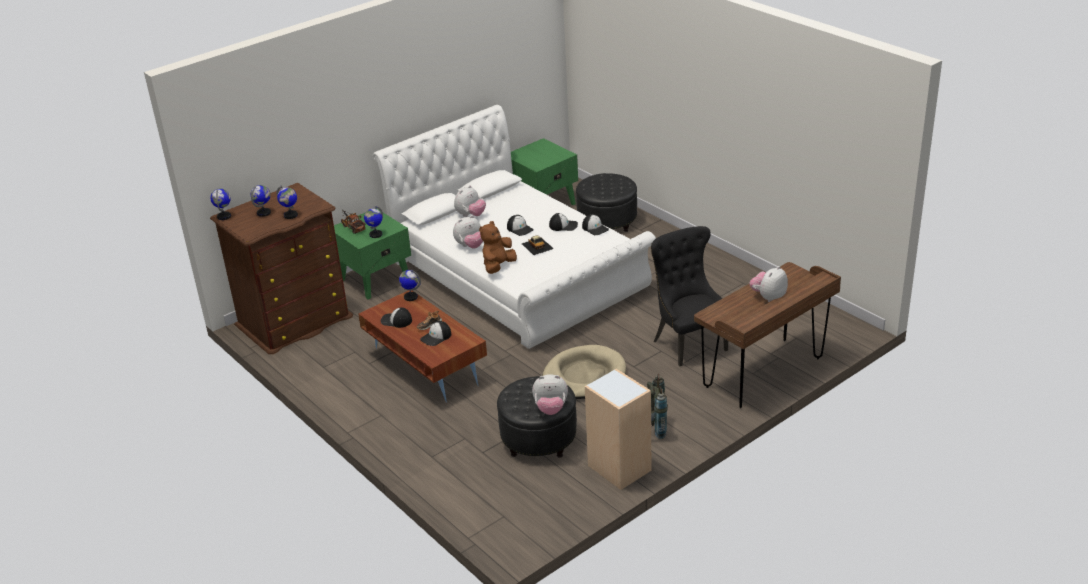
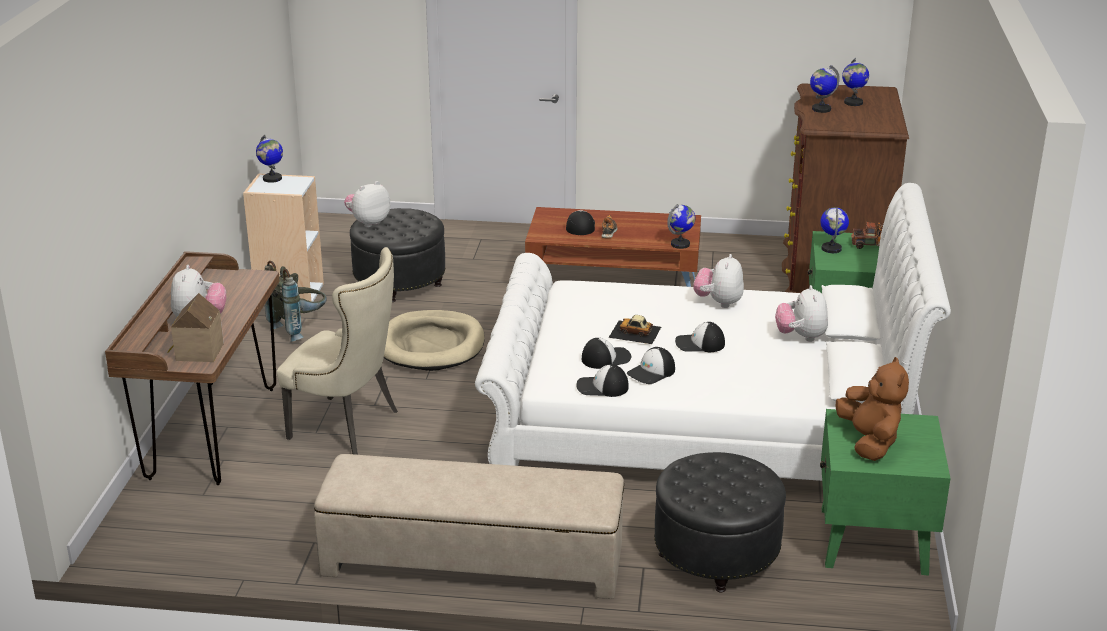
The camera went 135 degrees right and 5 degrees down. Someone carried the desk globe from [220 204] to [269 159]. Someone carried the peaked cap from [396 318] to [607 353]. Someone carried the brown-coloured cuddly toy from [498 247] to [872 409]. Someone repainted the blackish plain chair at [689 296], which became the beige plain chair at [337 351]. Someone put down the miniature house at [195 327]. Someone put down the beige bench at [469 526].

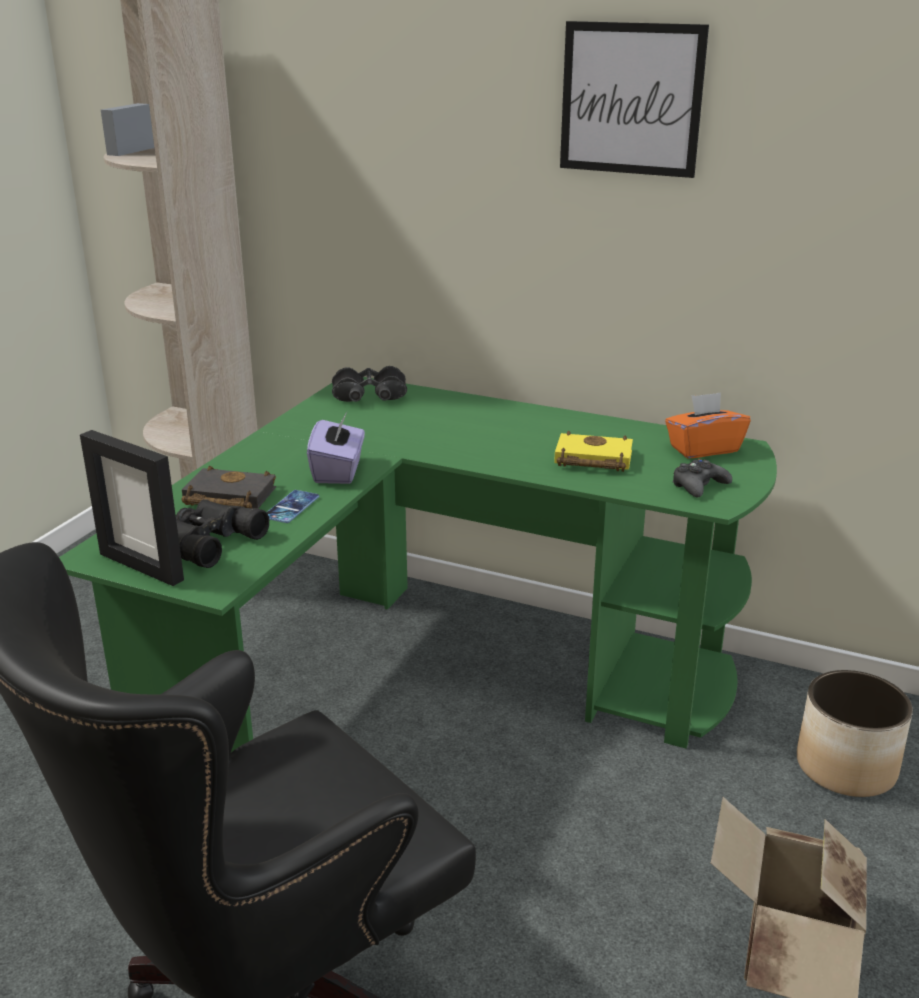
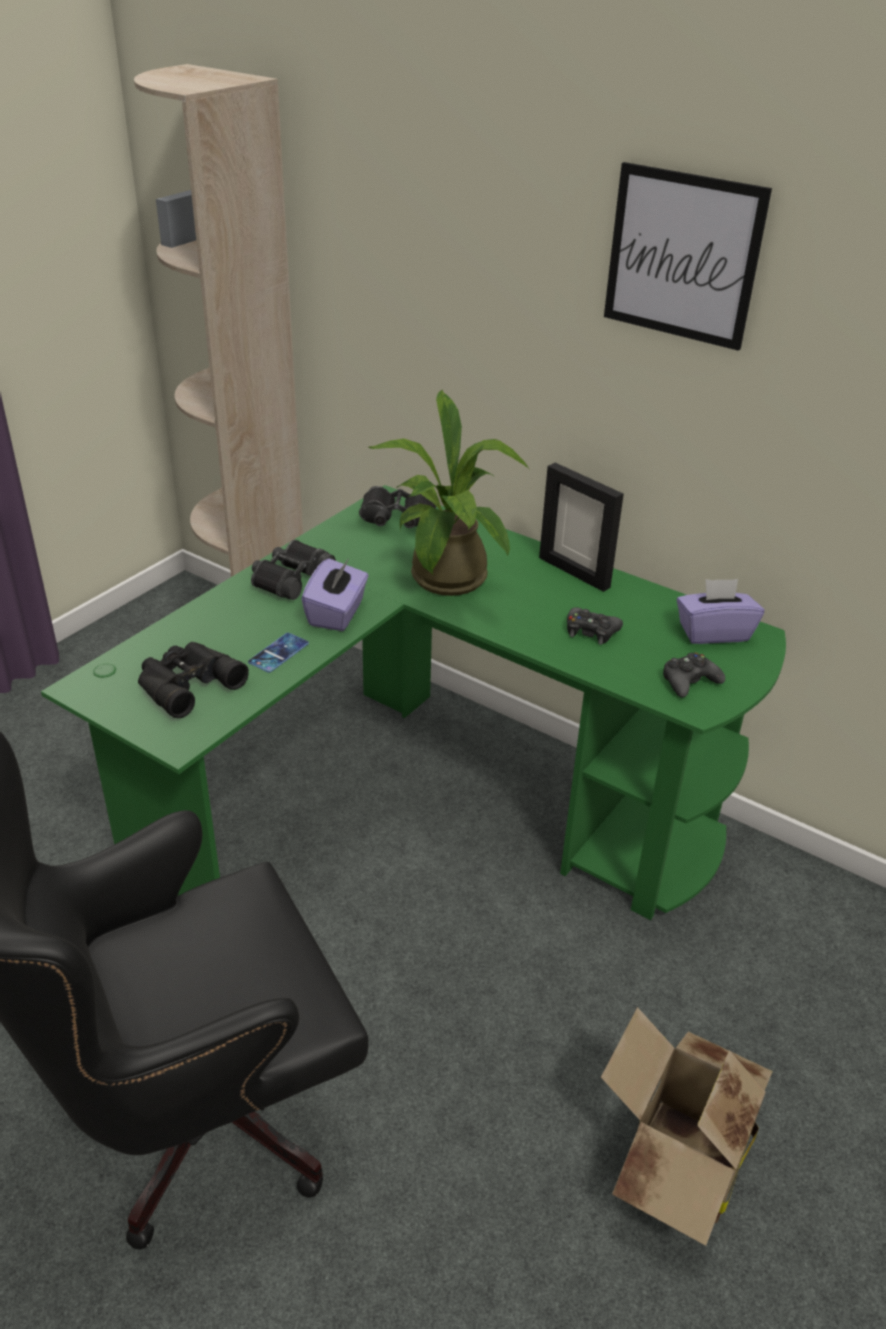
The camera went 10 degrees right and 10 degrees up. Someone carried the standing frame from [132 508] to [581 527]. Someone took away the blackish volume at [228 487]. Someone swapped the yellow volume at [593 451] for the blackish gamepad at [595 626]. Someone repainted the orangey tissue box at [708 425], which became the purplish tissue box at [720 611]. Someone took away the planter at [855 733]. Someone put down the blackish binoculars at [293 570]. Someone put down the plant in a pot at [449 493].

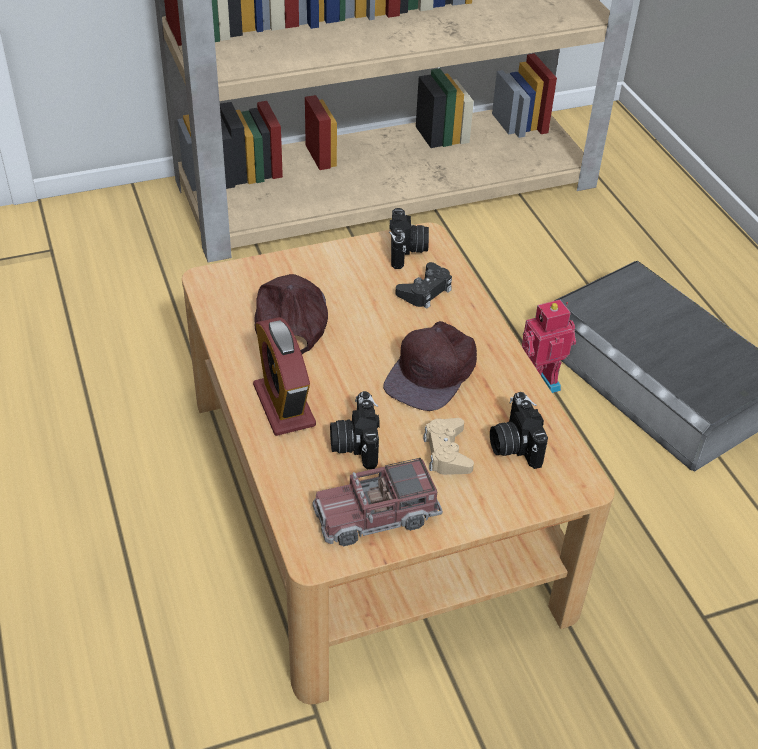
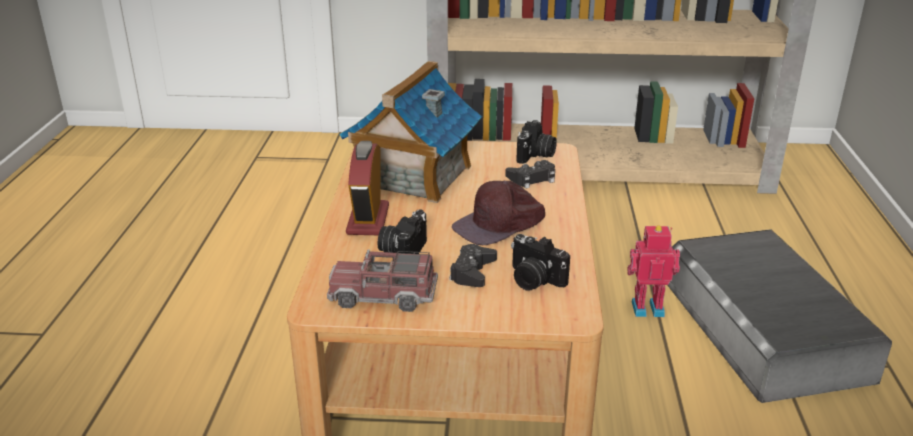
The camera went 25 degrees right and 15 degrees down. Someone swapped the brown-coloured peaked cap at [291 314] for the miniature house at [411 132]. Someone repainted the beige gamepad at [448 446], which became the blackish gamepad at [473 265]. Someone rotated the still camera at [519 430] by 60 degrees counterclockwise.

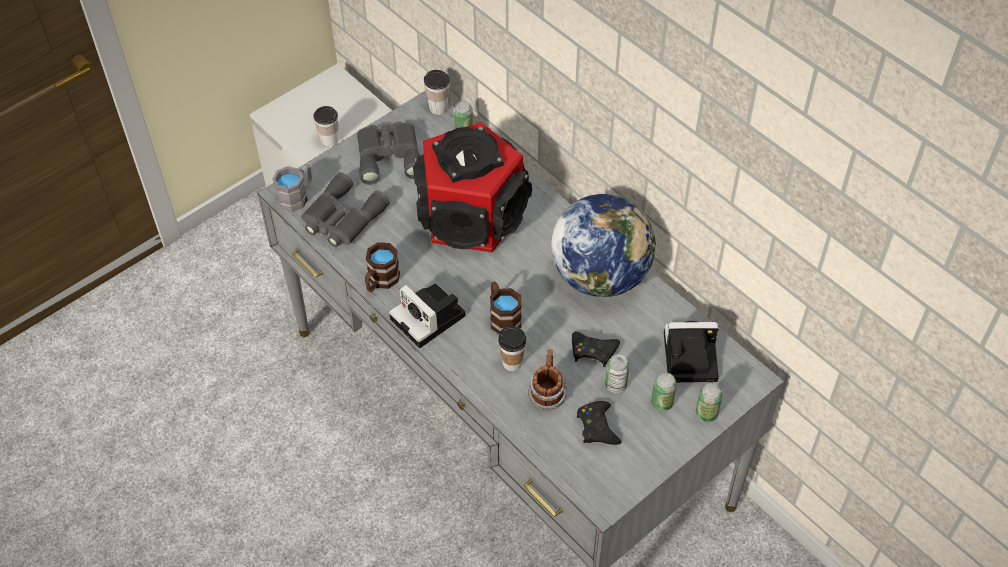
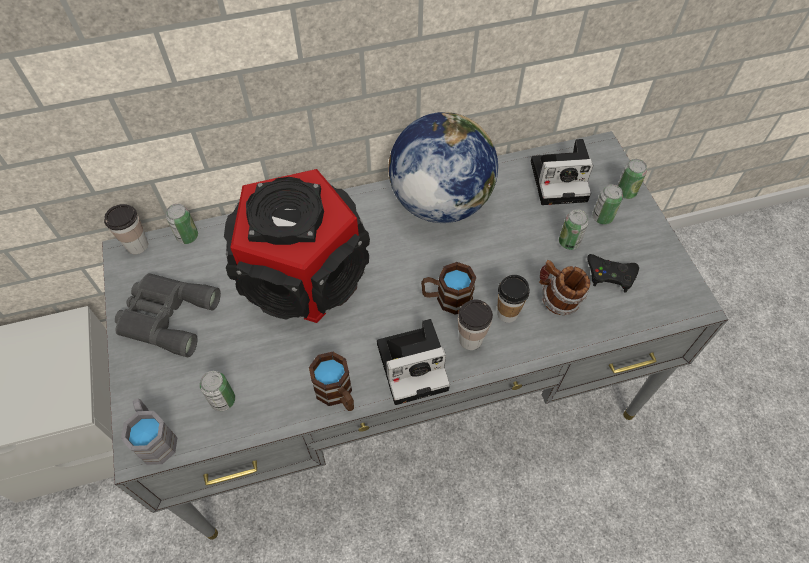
The camera went 65 degrees left and 5 degrees up. Someone swapped the greyish binoculars at [345 209] for the sealed can at [217 391]. Someone carried the cup from [325 126] to [475 325]. Someone took away the blackish gamepad at [596 349]. Someone rotated the still camera at [691 351] by 120 degrees counterclockwise.

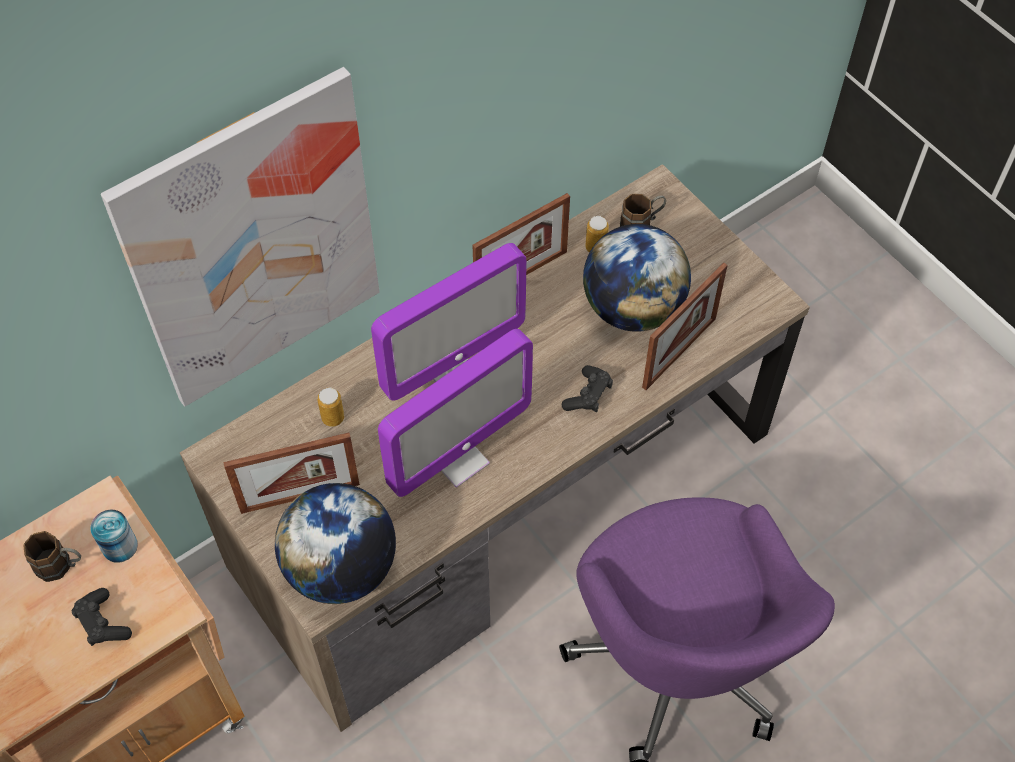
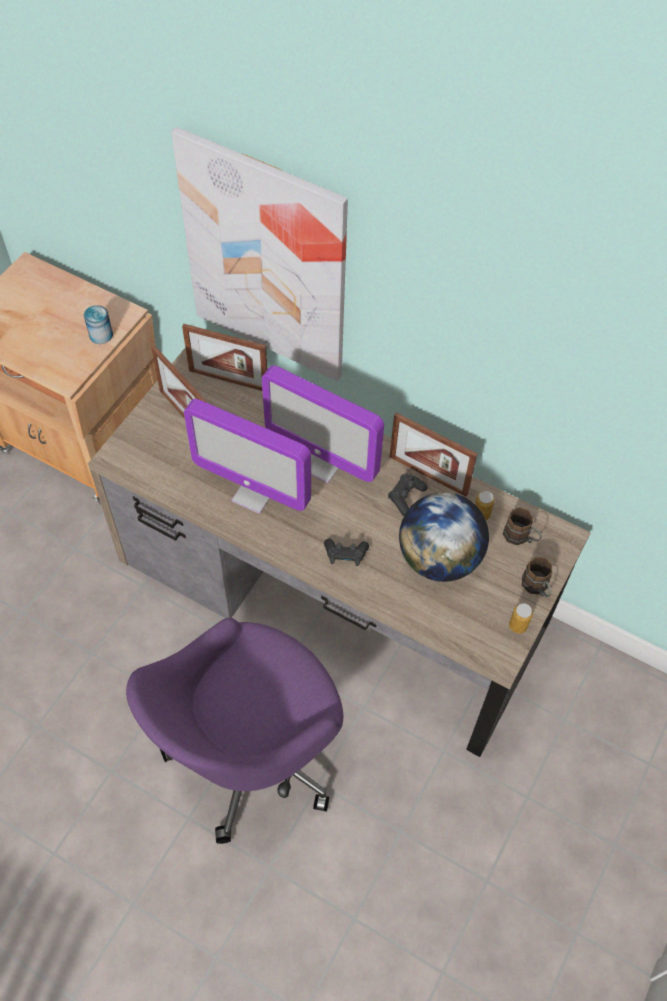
The camera went 65 degrees right and 0 degrees up. Someone carried the brown-coloured mug from [52 556] to [537 577]. Someone carried the blackish gamepad from [101 617] to [408 494]. Someone took away the desk globe at [335 543]. Someone carried the sealed can from [330 407] to [521 618]. Someone carried the standing frame from [685 326] to [225 357].

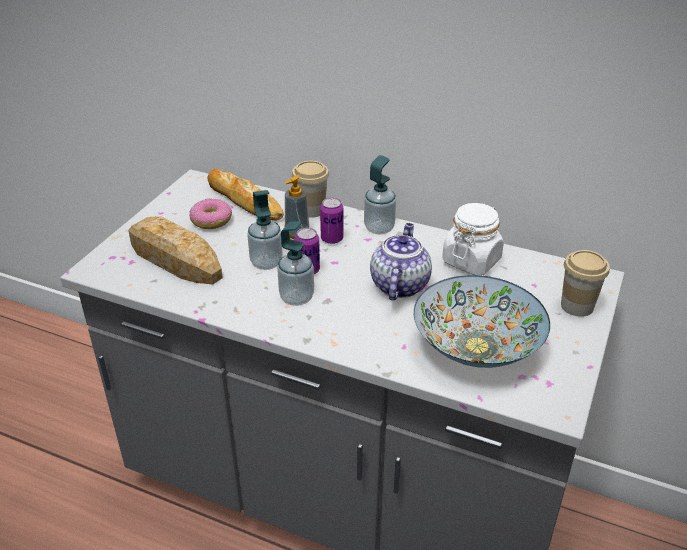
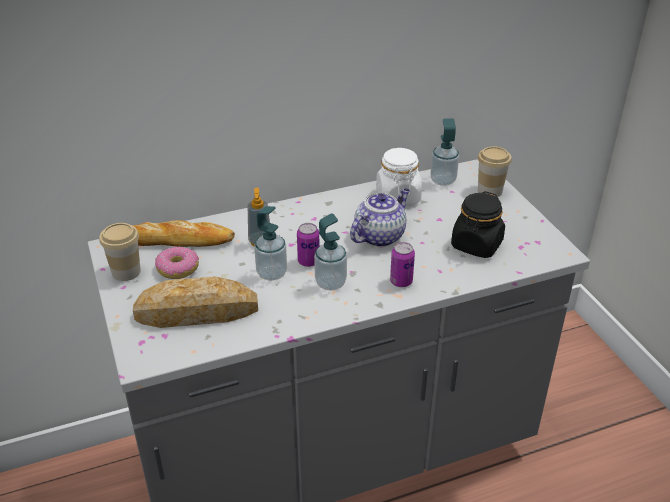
The camera went 45 degrees left and 0 degrees up. Someone carried the cup from [310 189] to [120 252]. Someone carried the sealed can from [331 220] to [402 264]. Someone carried the liquid soap bottle from [380 195] to [444 152]. Someone rotated the tea pot at [401 261] by 75 degrees clockwise. Someone swapped the serving bowl at [482 321] for the blackish storage jar at [478 224].

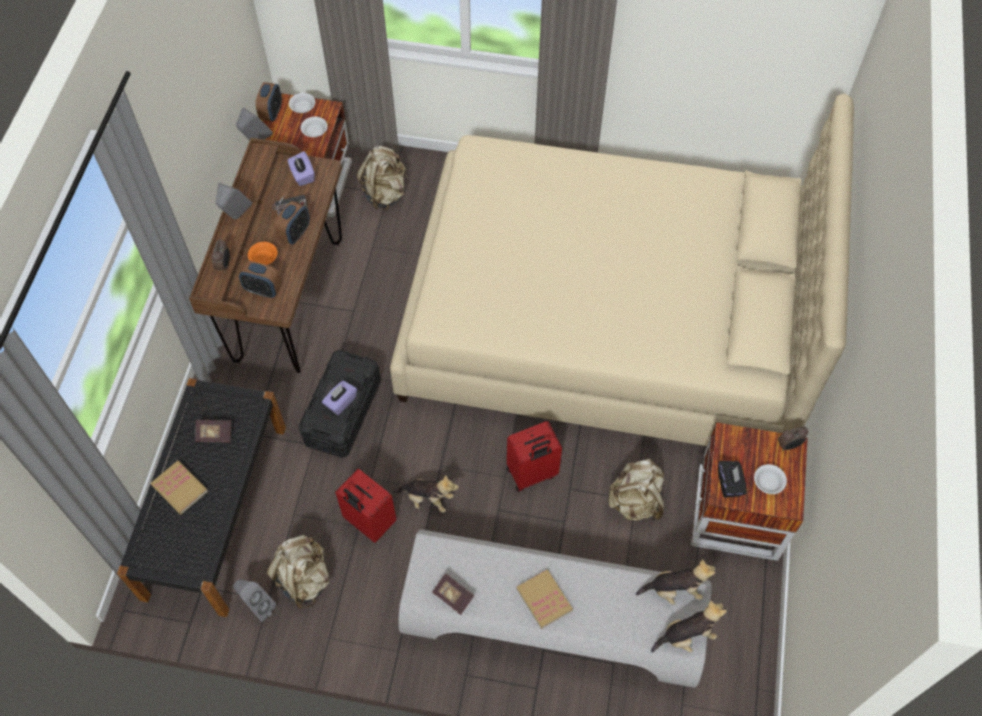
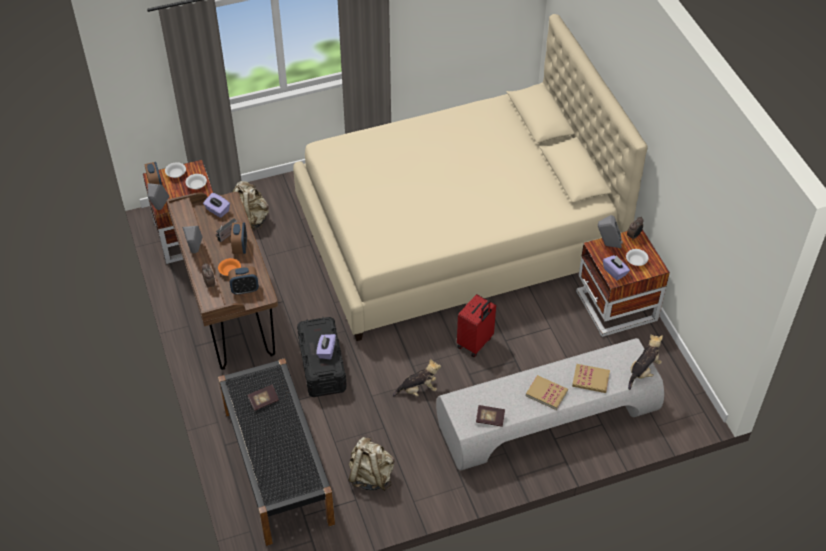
The camera went 30 degrees left and 10 degrees down. Someone carried the volume from [179 488] to [591 378]. Someone carried the greyish audio speaker from [255 600] to [610 231]. Someone took away the red travel case at [365 506]. Someone took away the beige backpack at [636 489]. Someone took away the cuddly toy at [675 582]. Someone repainted the blackish tissue box at [732 479], which became the purplish tissue box at [616 267].

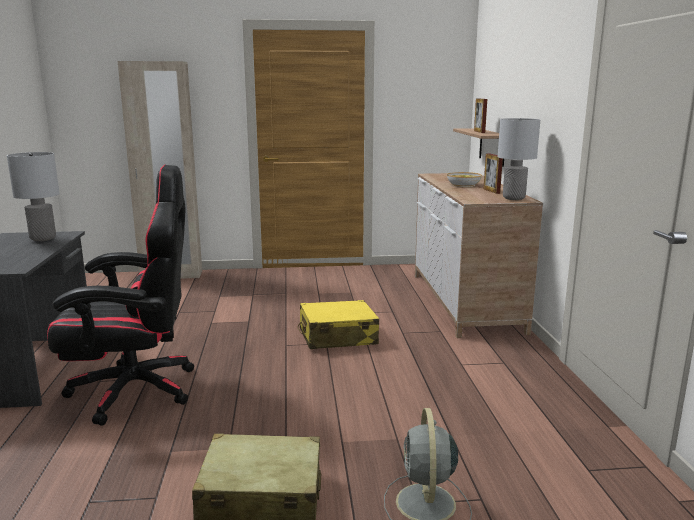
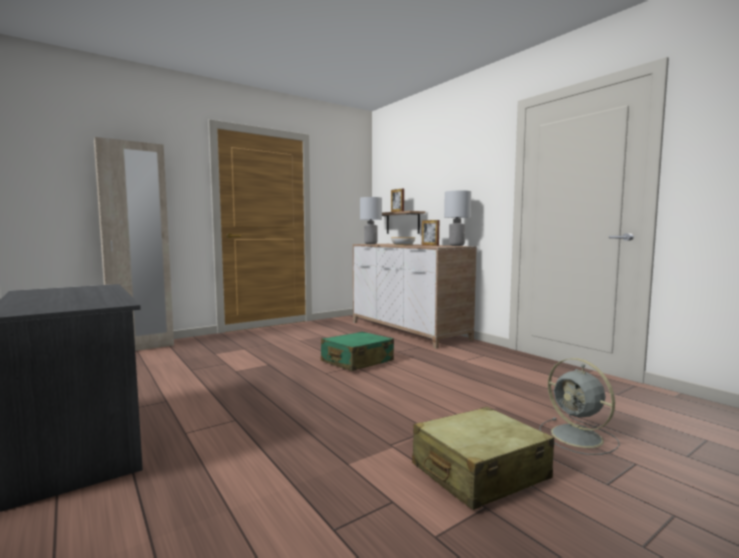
The camera went 30 degrees left and 10 degrees down. Someone carried the greyish tabletop lamp from [33 196] to [371 220]. Someone took away the blackish desk chair at [120 295]. Someone repainted the yellow travel case at [338 324], which became the green-coloured travel case at [357 351].

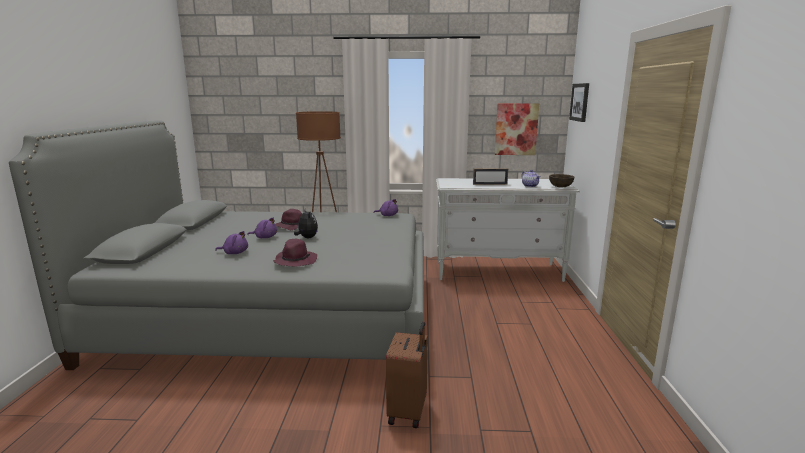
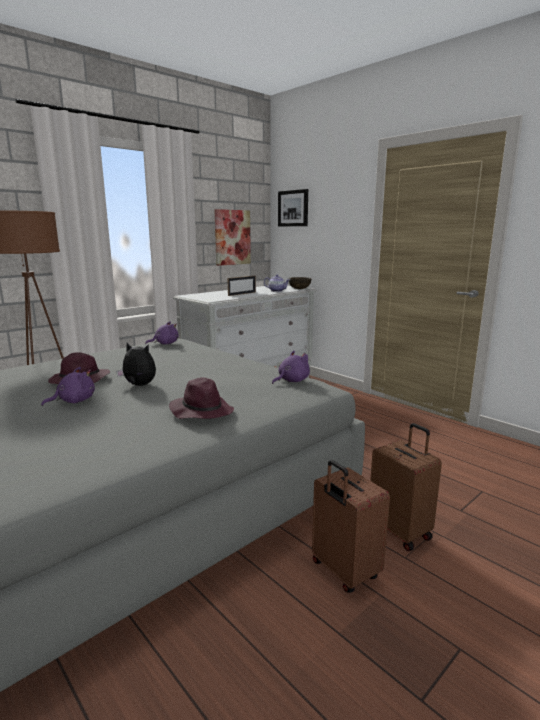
The camera went 45 degrees left and 0 degrees up. Someone carried the purplish cuddly toy from [231 242] to [291 367]. Someone put down the brown-coloured travel case at [351 526].

